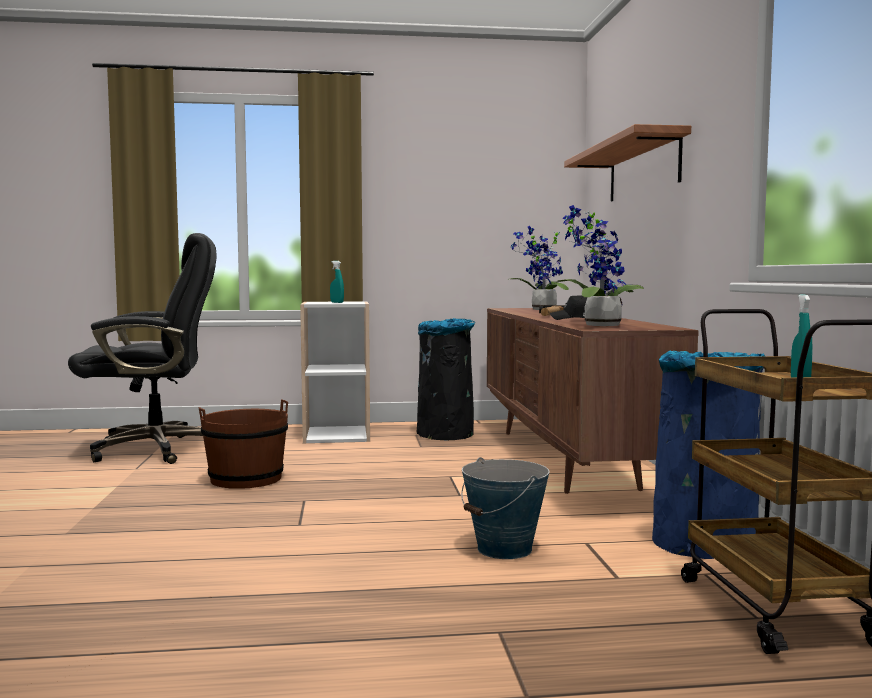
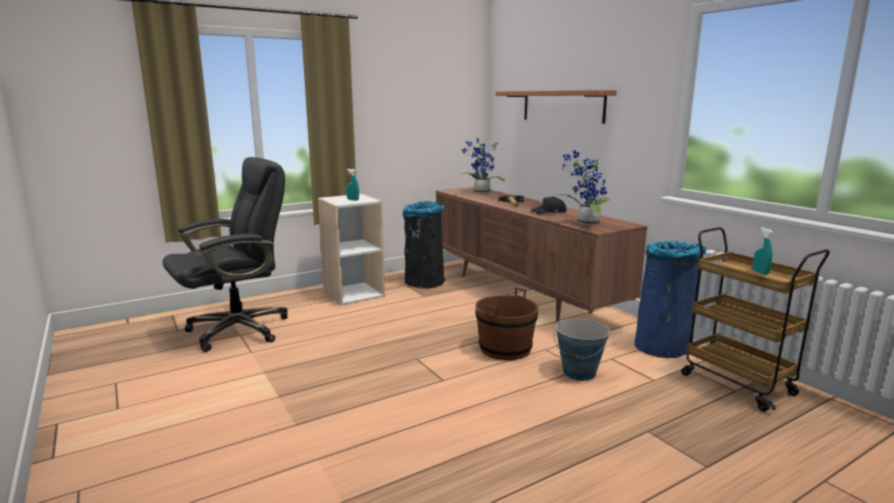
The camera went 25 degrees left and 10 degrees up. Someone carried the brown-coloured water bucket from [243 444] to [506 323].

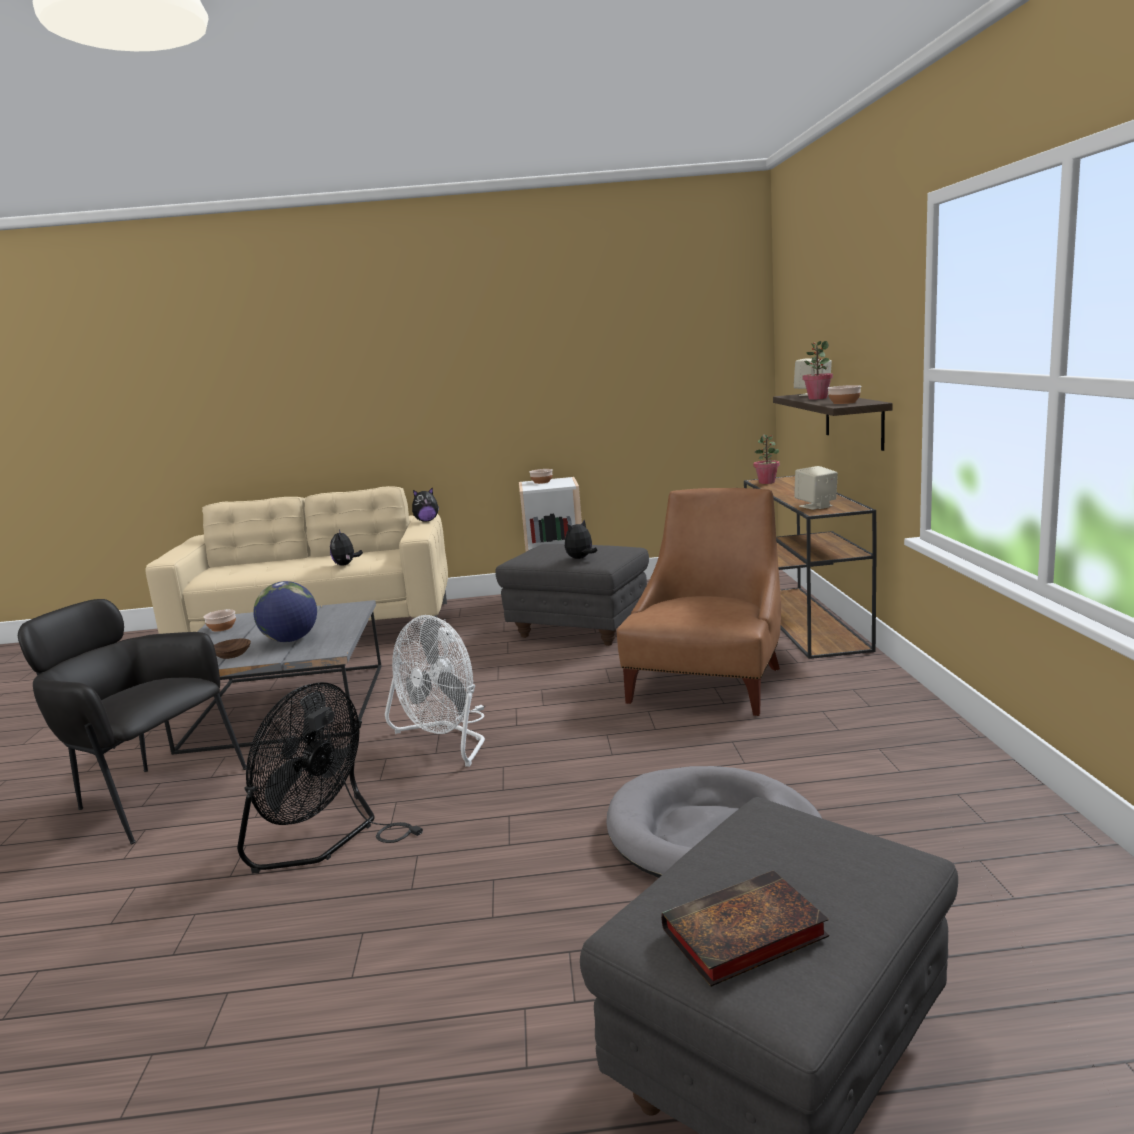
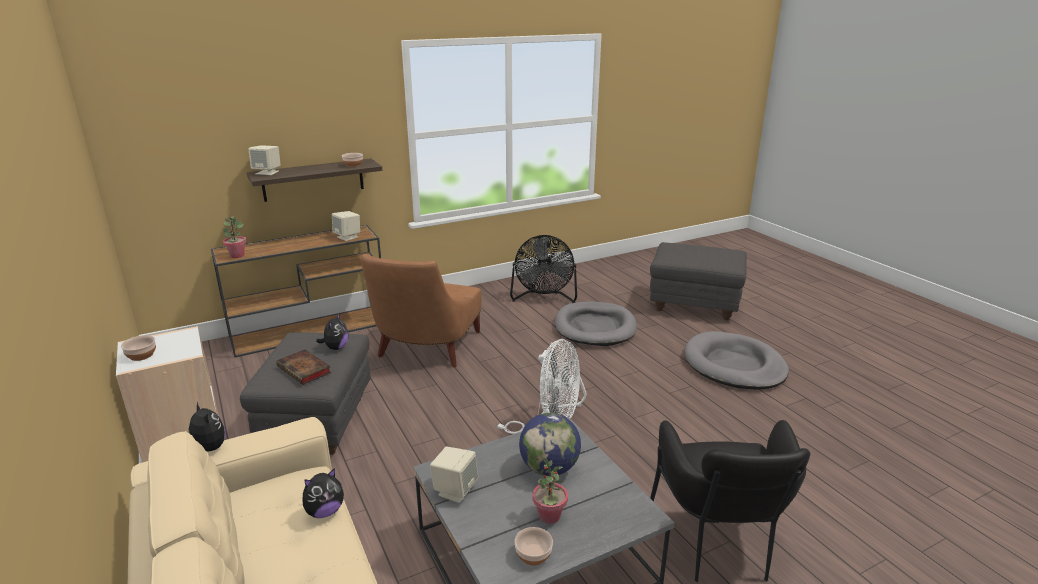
The camera went 115 degrees left and 10 degrees up. Someone took away the brown-coloured serving bowl at [232 649]. Someone carried the blackish fan from [330 778] to [543 269]. Someone rotated the cuddly toy at [581 539] by 105 degrees counterclockwise. Someone rotated the brown-coloured armchair at [699 602] by 75 degrees counterclockwise. Someone carried the volume from [745 928] to [303 367]. Someone carried the plant in a pot from [817 370] to [550 490]. Someone put down the beige audio speaker at [454 475]. Someone put down the greyish dog cushion at [736 360].

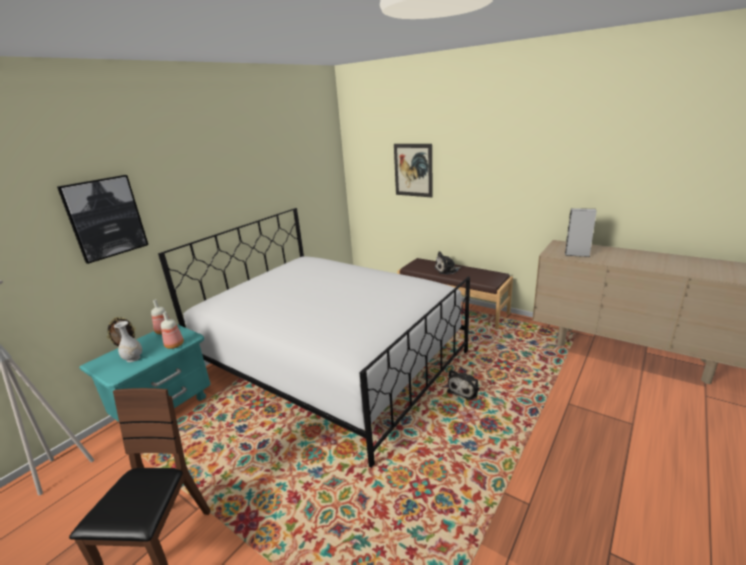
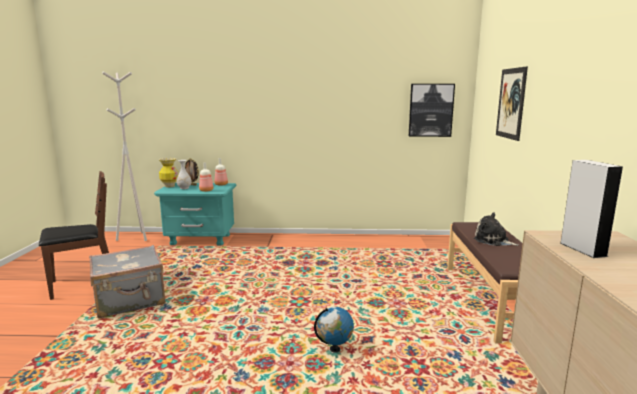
The camera went 55 degrees right and 10 degrees down. Someone carried the picture from [102 219] to [432 110]. Someone took away the whitish bedroom bed at [314 338]. Someone swapped the cuddly toy at [463 385] for the desk globe at [334 330]. Someone put down the greyish travel case at [127 281]. Someone put down the flower vase at [168 172].

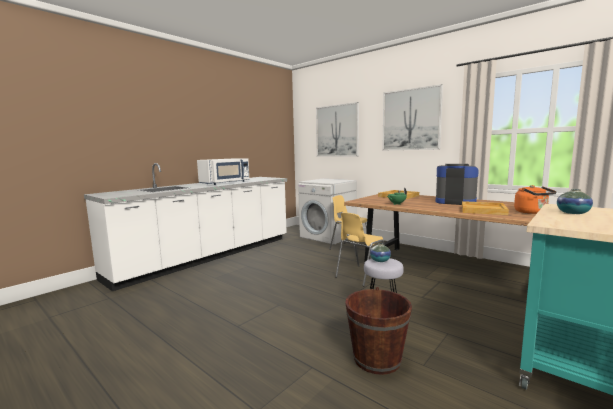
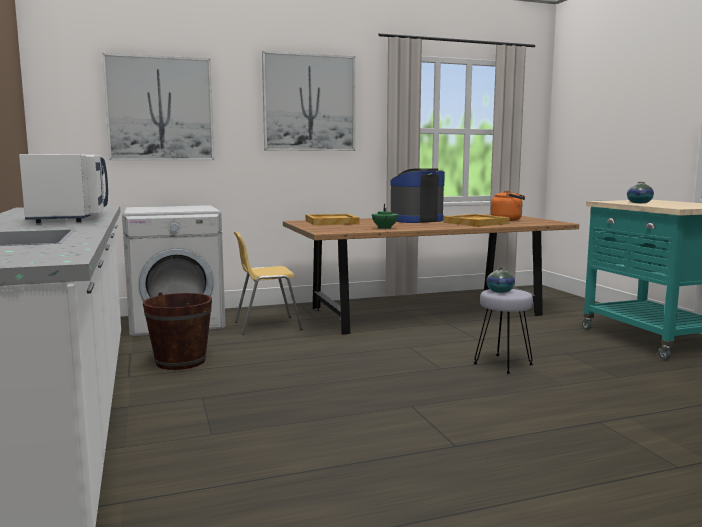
The camera went 60 degrees left and 0 degrees up. Someone took away the yellow plain chair at [360 249]. Someone carried the brown-coloured water bucket from [378 331] to [177 331].

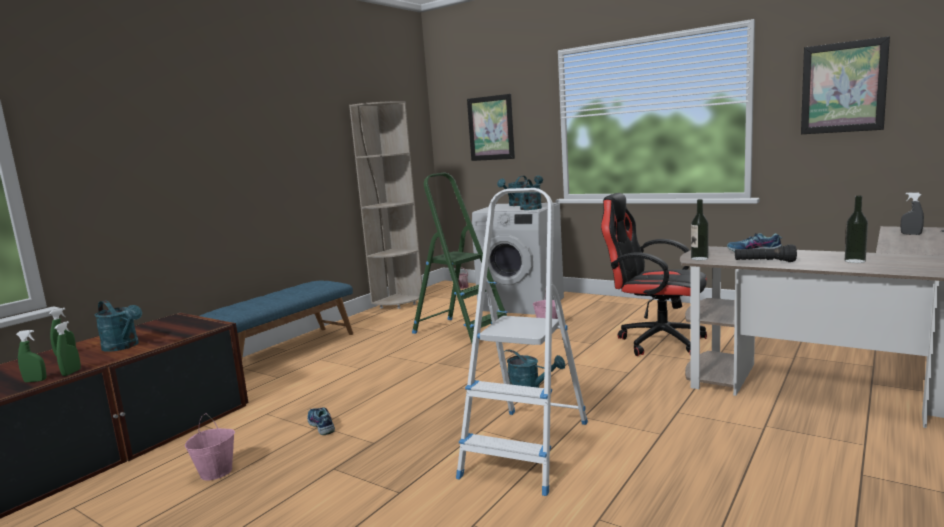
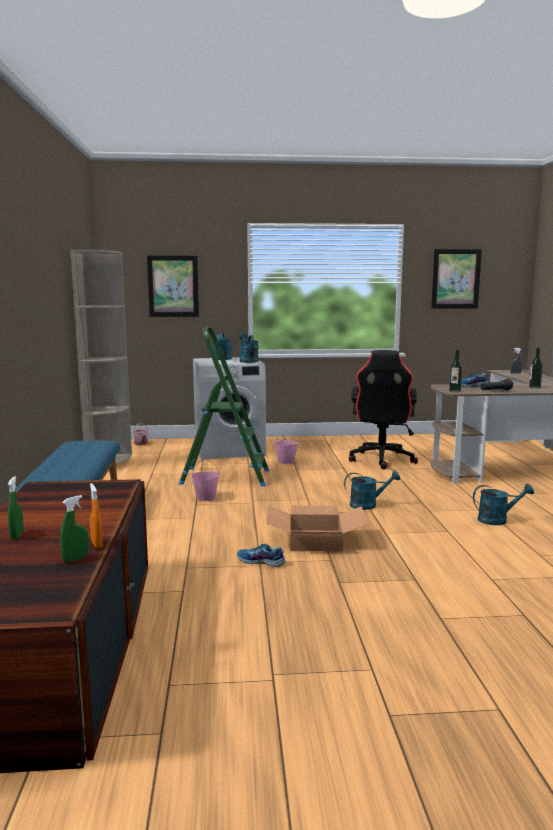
The camera went 40 degrees left and 0 degrees up. Someone repainted the green-coloured sprayer at [67 348], which became the orangey sprayer at [96 515]. Someone carried the turquoise-coloured watering pot from [118 326] to [503 504]. Someone carried the pinkish water bucket from [210 446] to [205 480]. Someone took away the whitish stepladder at [522 342]. Someone rotated the blackish desk chair at [654 274] by 75 degrees counterclockwise. Someone put down the cardboard box at [317 528].

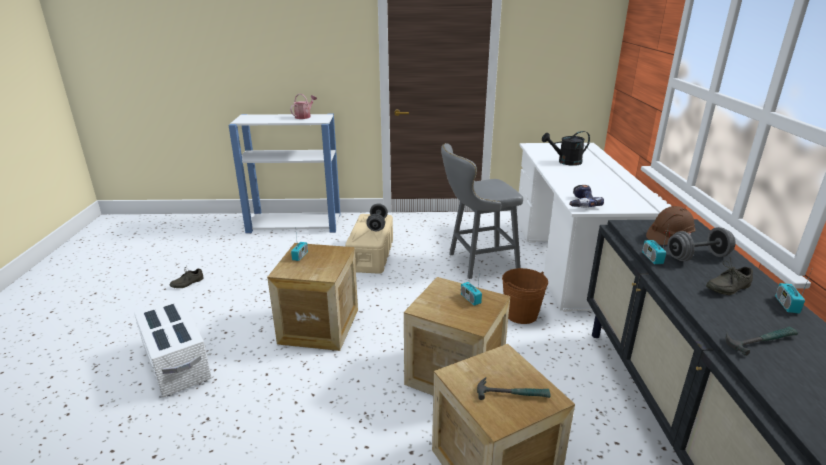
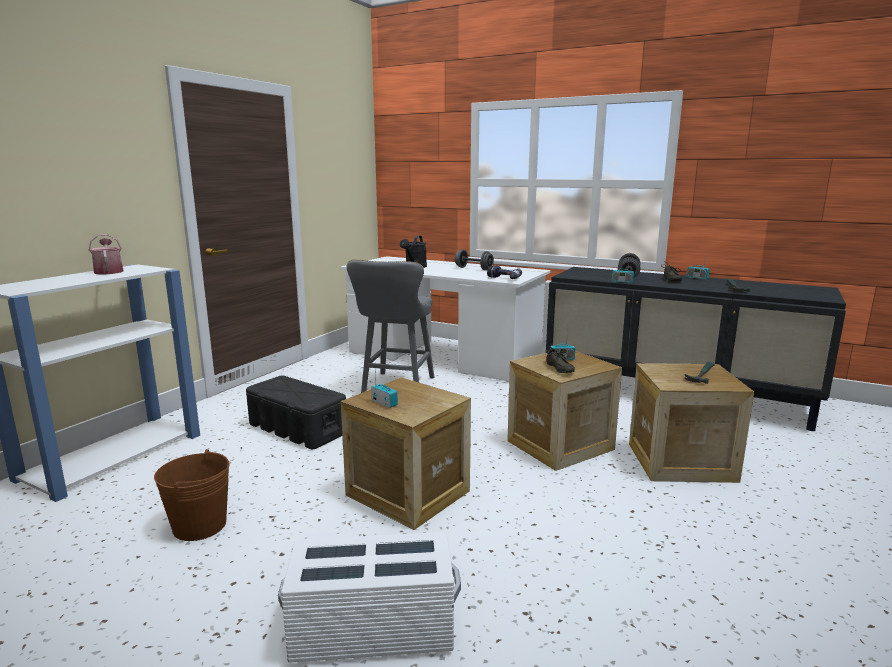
The camera went 60 degrees left and 10 degrees down. Someone carried the greyish low shoe from [187 277] to [560 359]. Someone repainted the beige storage container at [369 244], which became the blackish storage container at [296 412]. Someone carried the greyish dumbbell from [377 217] to [474 259]. Someone carried the brown-coloured water bucket from [525 296] to [192 495]. Someone took away the brown-coloured work helmet at [670 225].

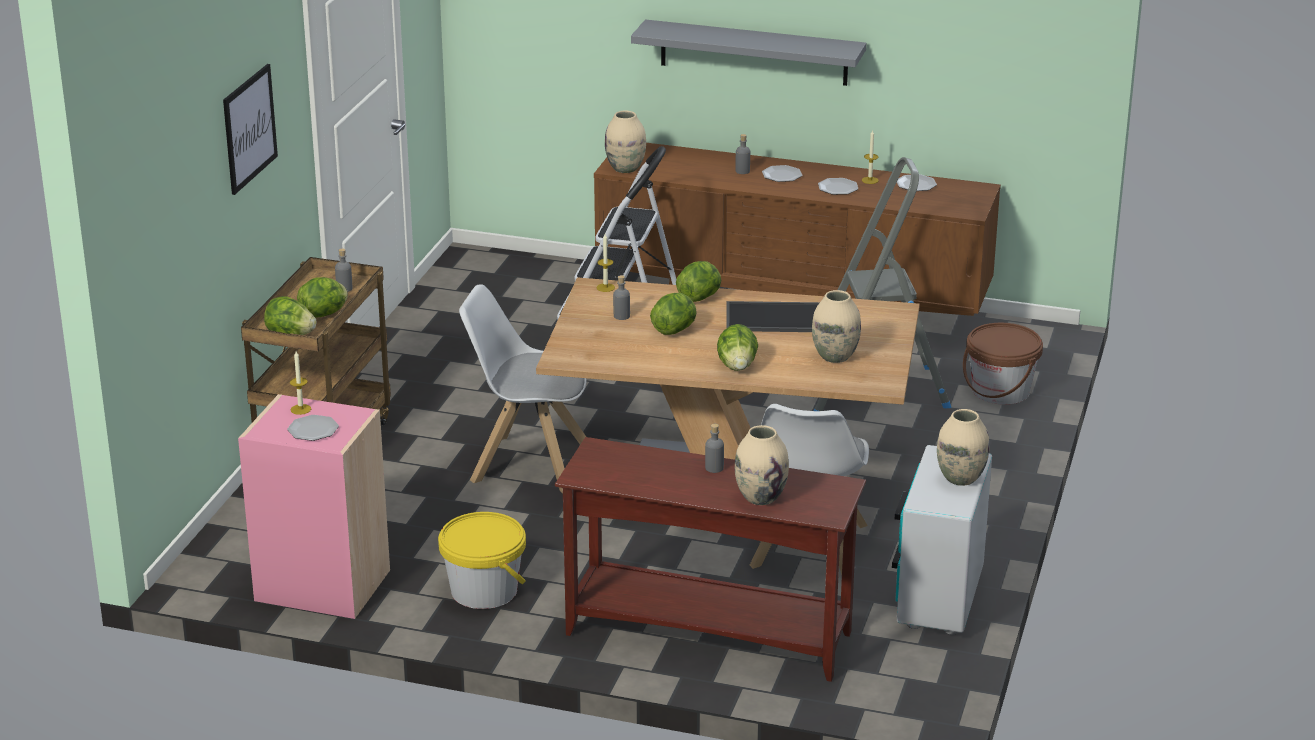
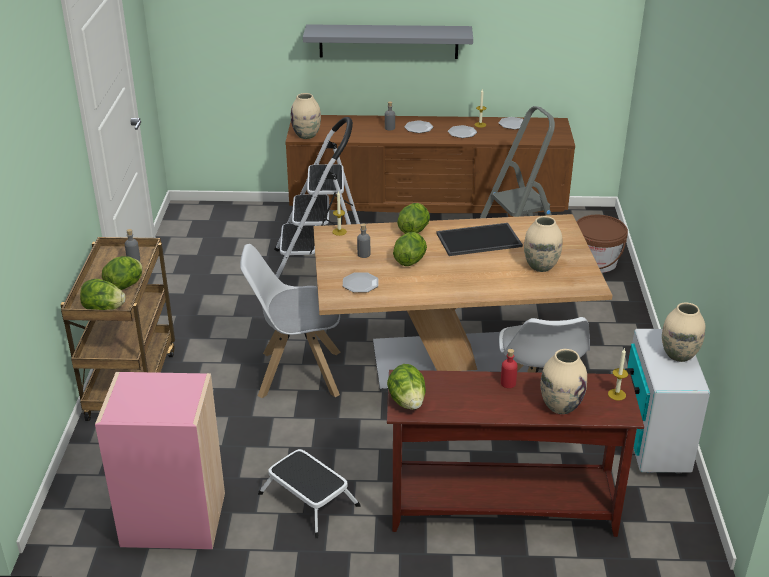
The camera went 15 degrees left and 5 degrees up. Someone took away the picture at [250 129]. Someone carried the dinner plate from [313 428] to [360 282]. Someone carried the wax light from [300 383] to [618 374]. Someone swapped the yellow water bucket at [482 560] for the blackish stepladder at [309 493]. Someone repainted the greyish drink bottle at [714 448], which became the red drink bottle at [509 368]. Someone carried the head of lettuce from [737 347] to [406 387].

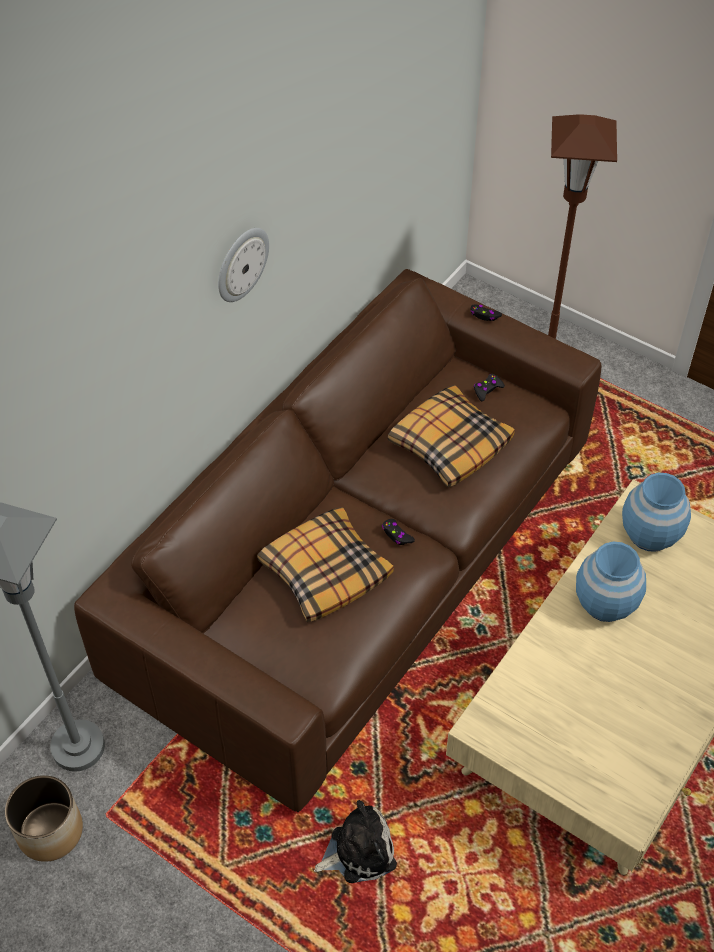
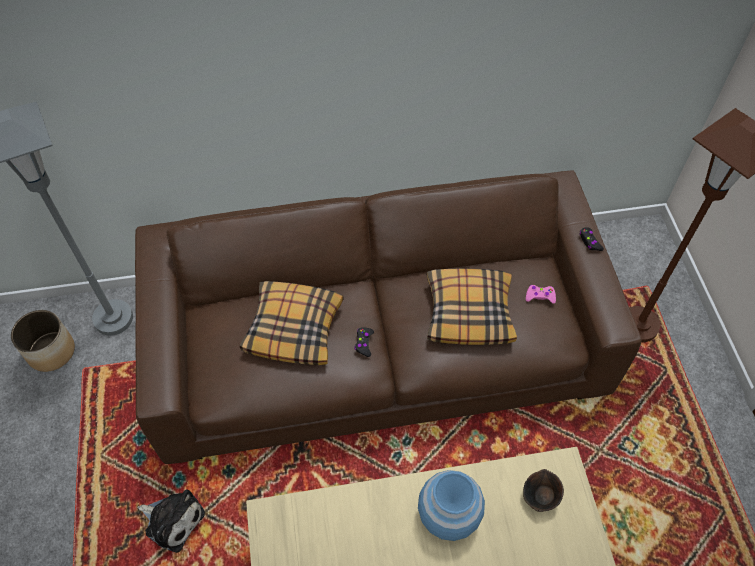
The camera went 45 degrees right and 5 degrees up. Someone took away the clock on the wall at [243 265]. Someone repainted the blackish gamepad at [489 387], which became the pinkish gamepad at [541 294]. Someone swapped the blue-coloured flower vase at [656 512] for the brown-coloured serving bowl at [543 490].

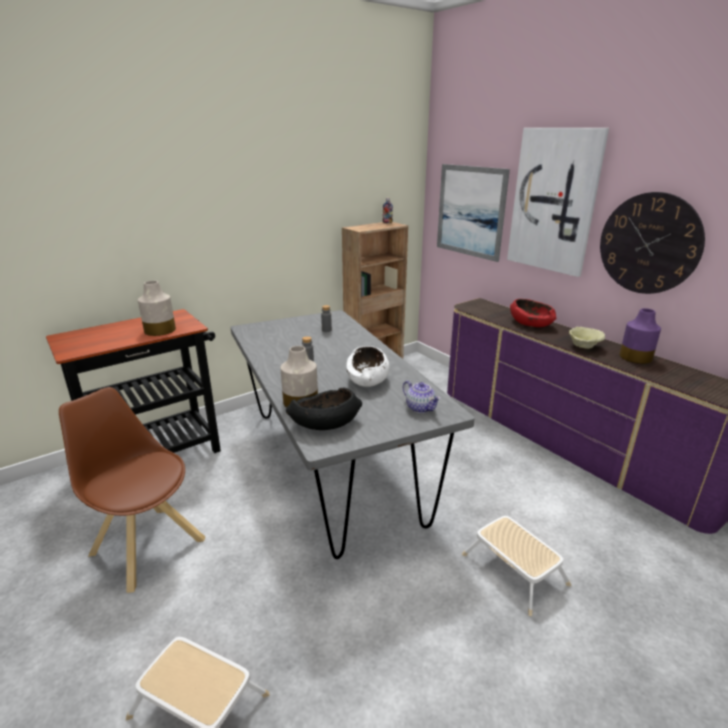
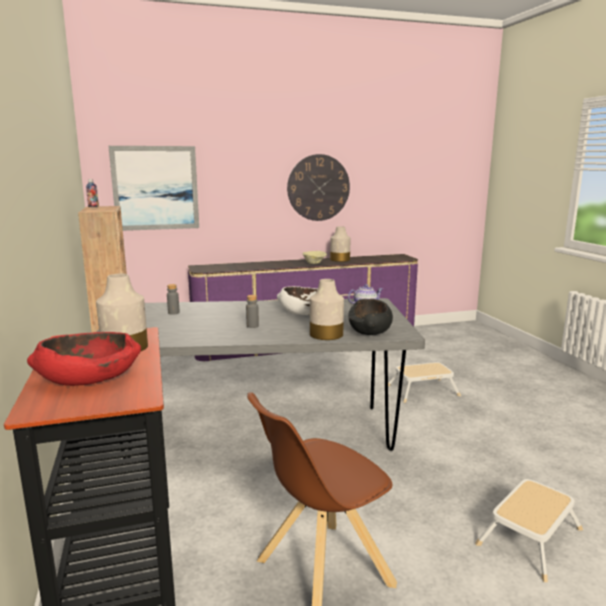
The camera went 70 degrees left and 10 degrees down. Someone took away the picture at [558 202]. Someone carried the red serving bowl from [533 313] to [84 359]. Someone repainted the purplish flower vase at [640 336], which became the beige flower vase at [340 244].

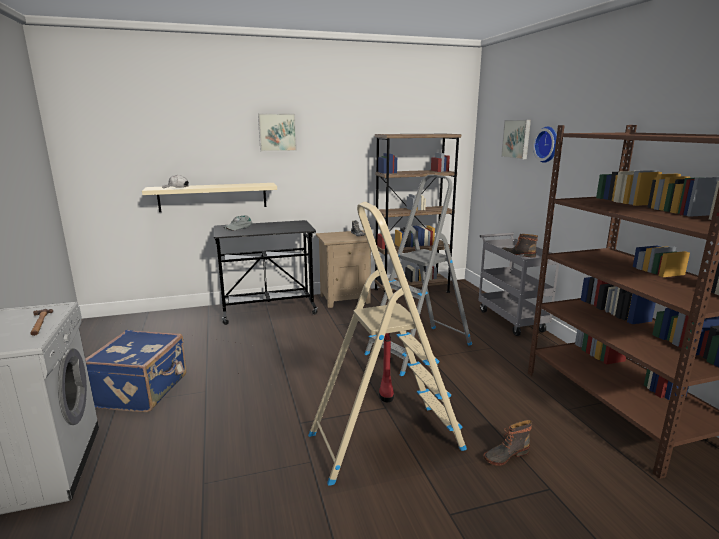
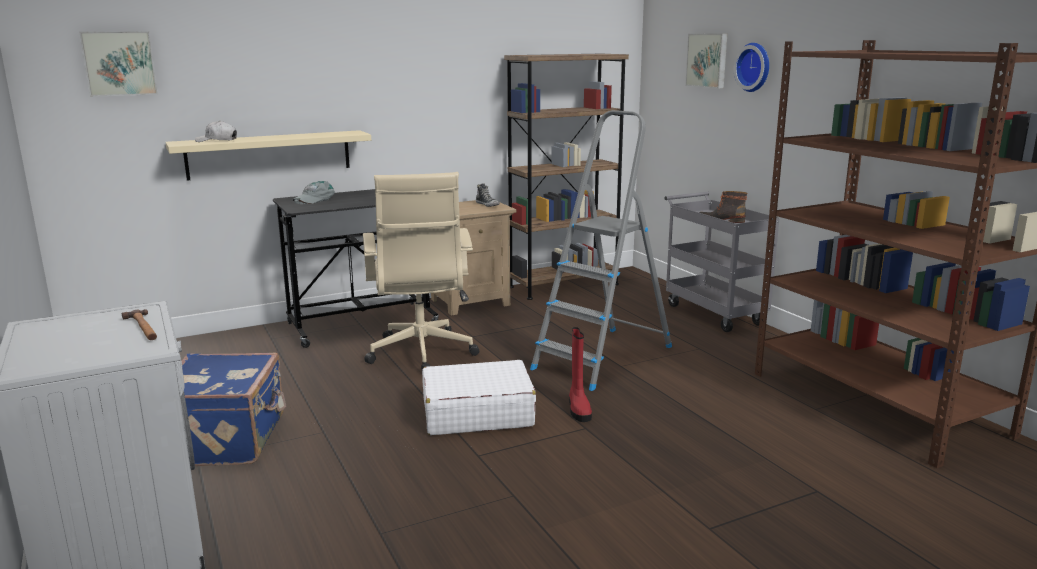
The camera went 10 degrees left and 0 degrees up. Someone carried the picture from [277 132] to [118 64]. Someone took away the beige stepladder at [387 344]. Someone took away the high-top boot at [508 443]. Someone put down the beige desk chair at [421 271]. Someone put down the whitish travel case at [479 397].

